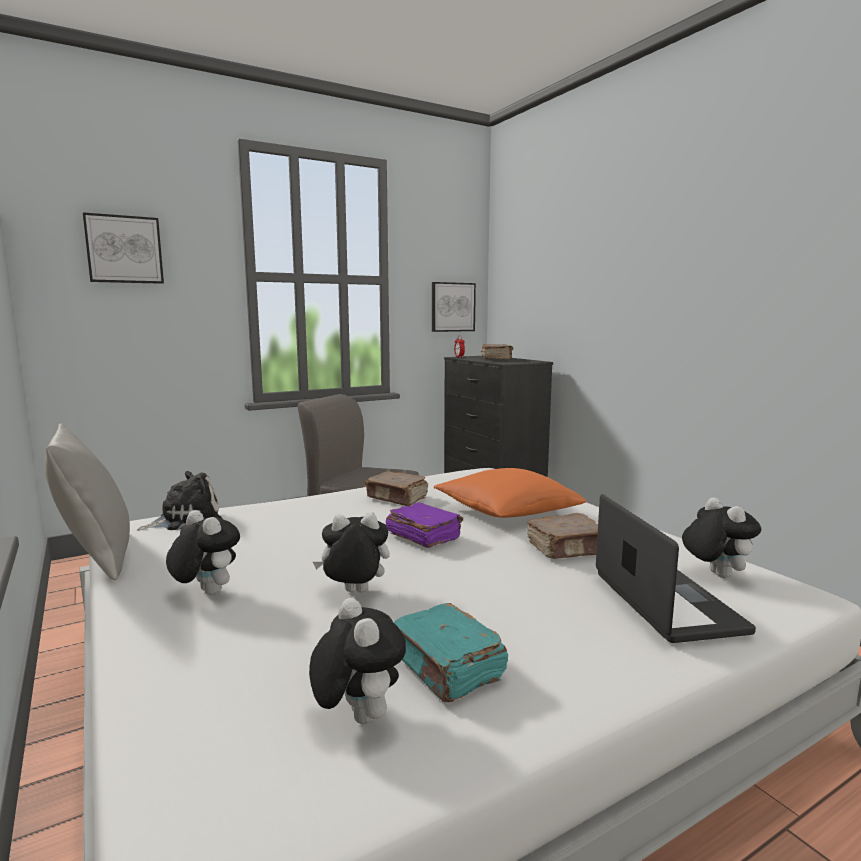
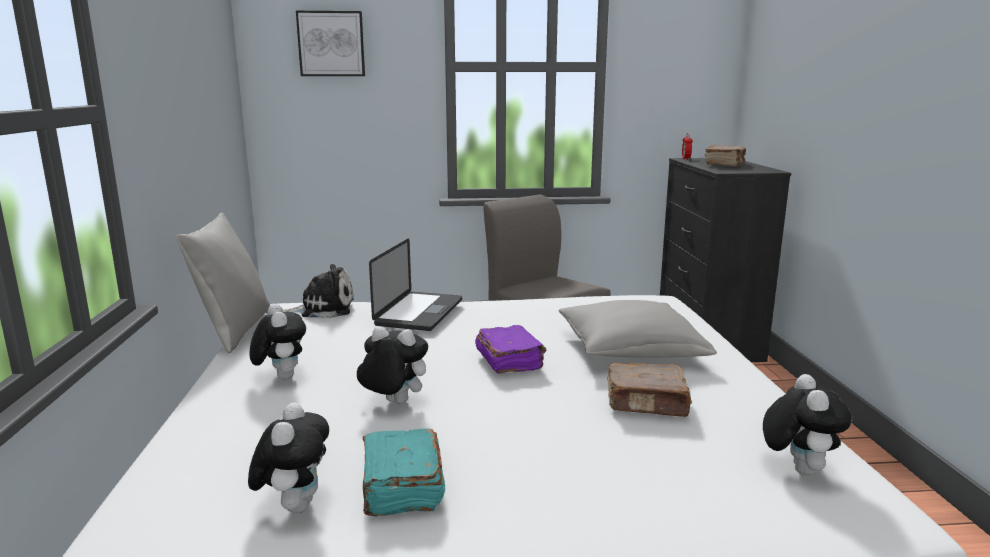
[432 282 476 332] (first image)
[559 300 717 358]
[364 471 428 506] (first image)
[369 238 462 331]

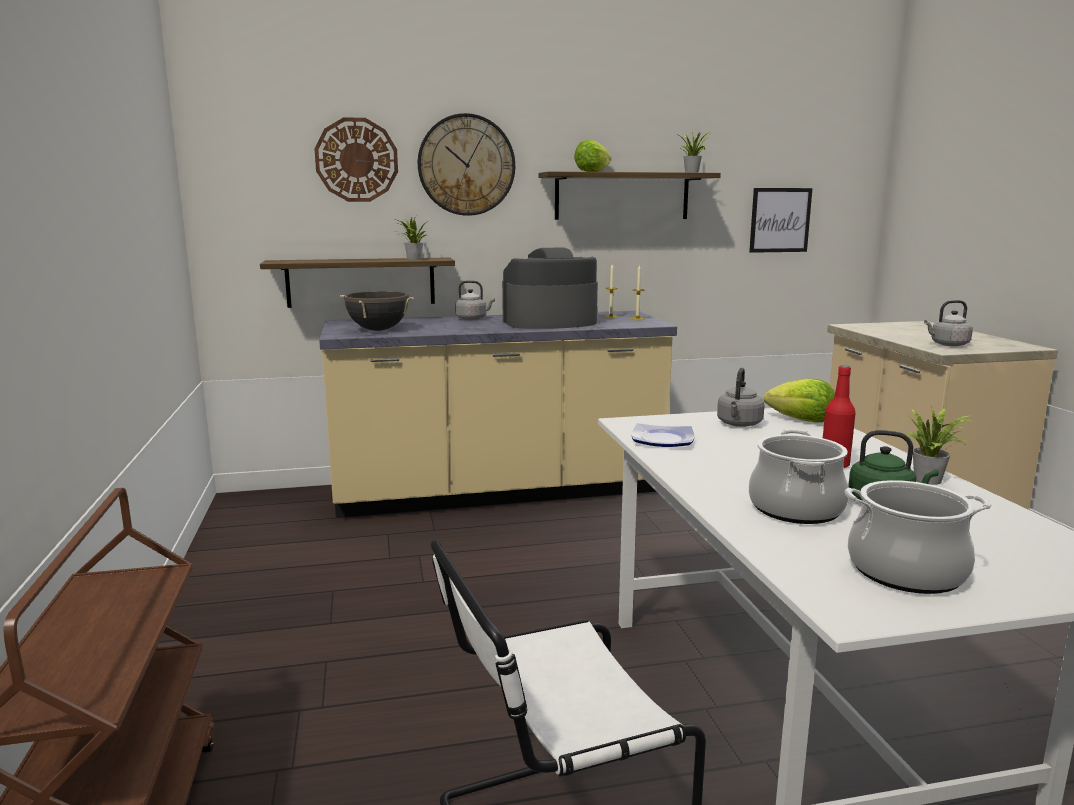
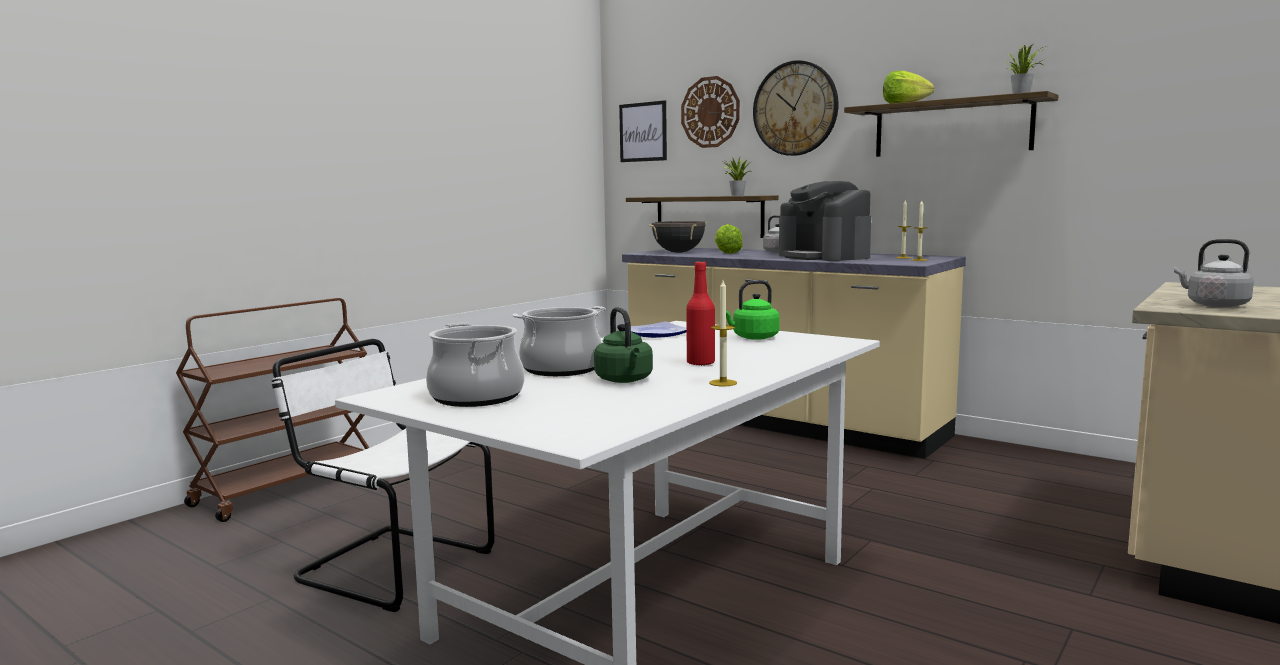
[619 100 667 162]
[779 181 871 261]
[726 280 780 340]
[715 224 743 254]
[709 280 737 386]

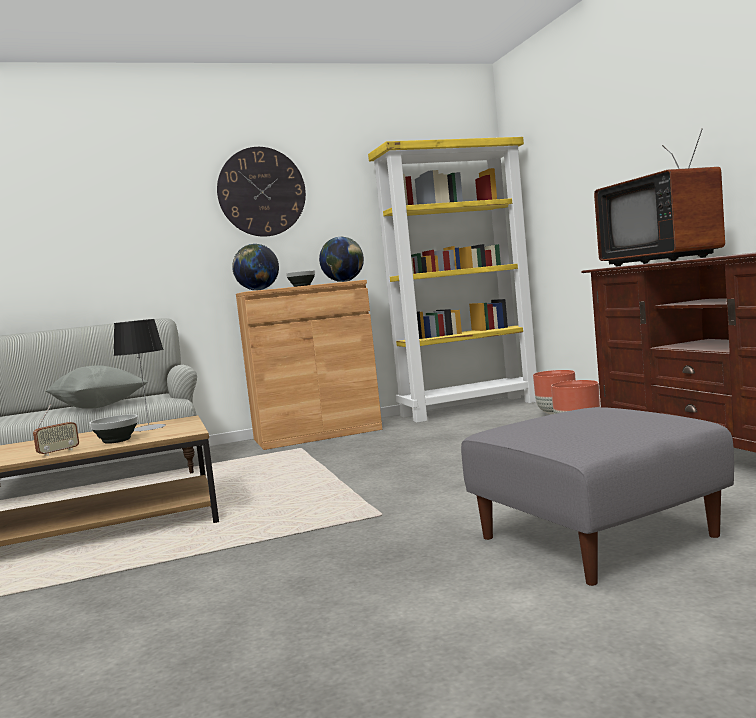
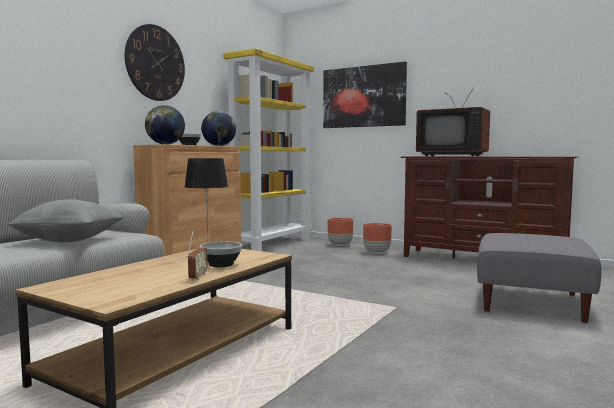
[323 61 407 128]

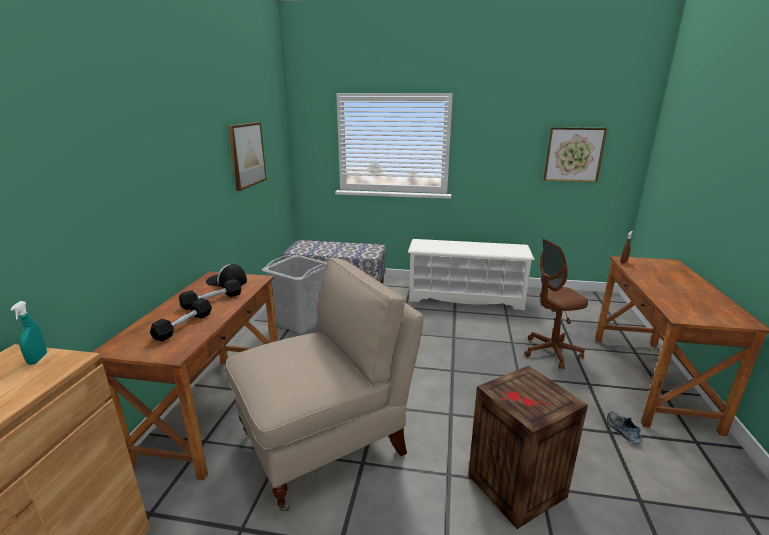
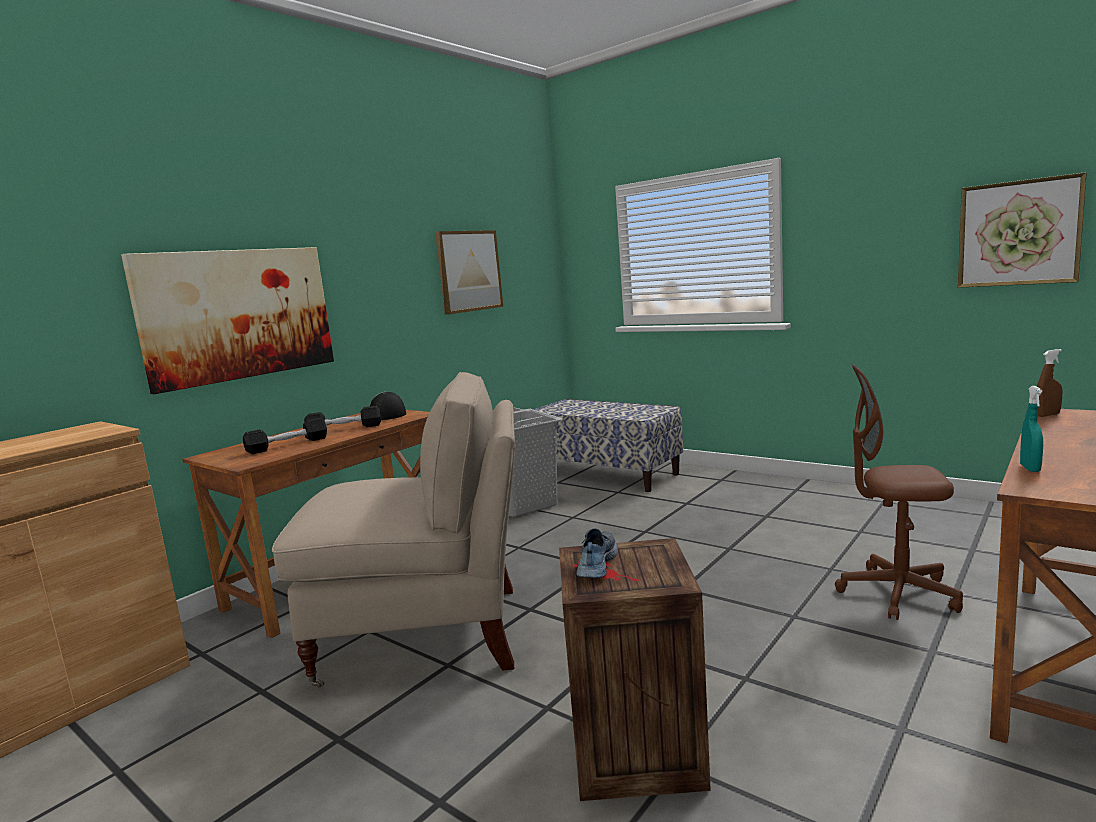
[408 239 535 310] (first image)
[1020 386 1043 472]
[576 528 618 578]
[121 247 334 394]

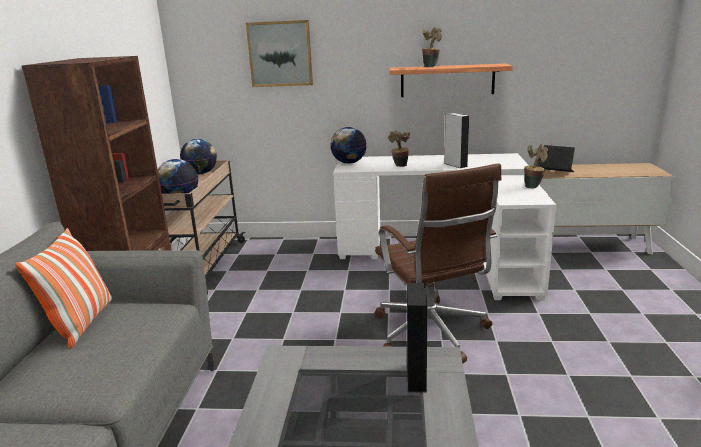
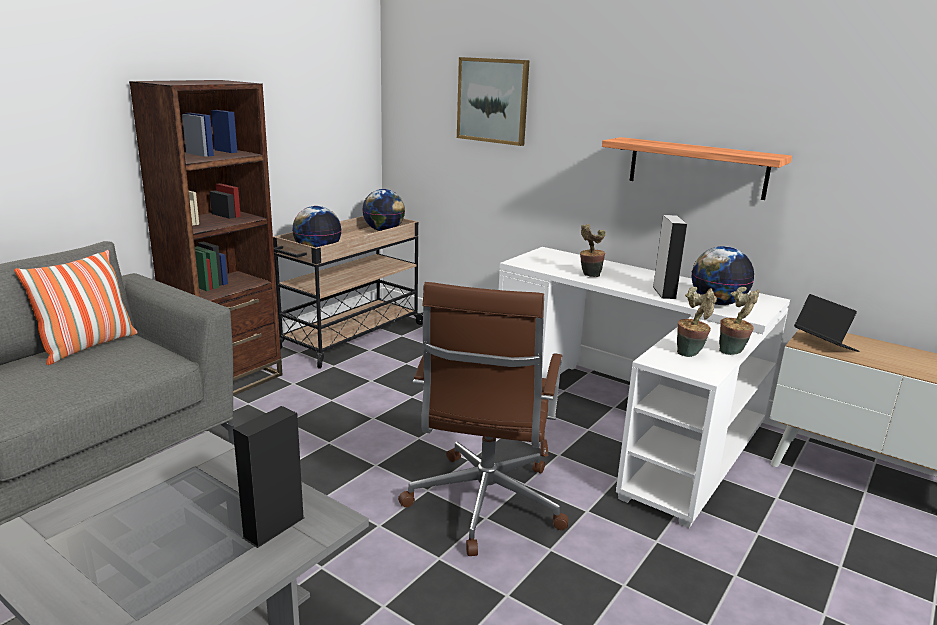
[677 287 717 357]
[692 246 754 305]

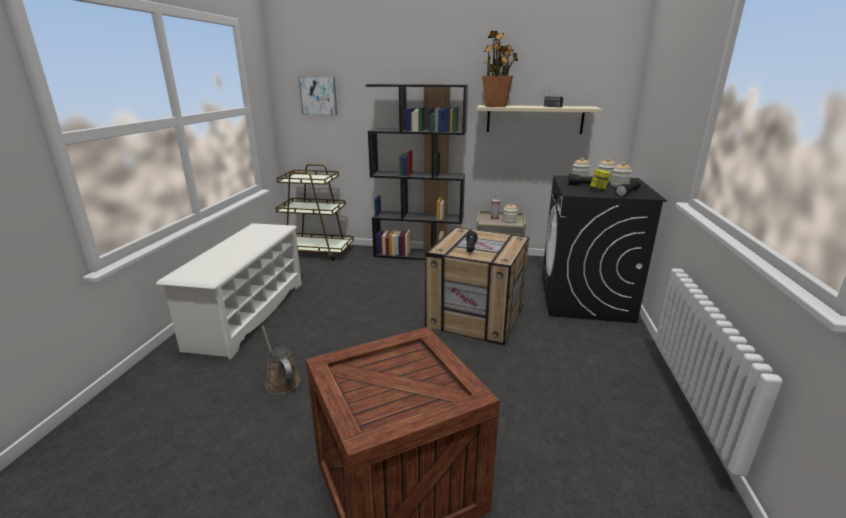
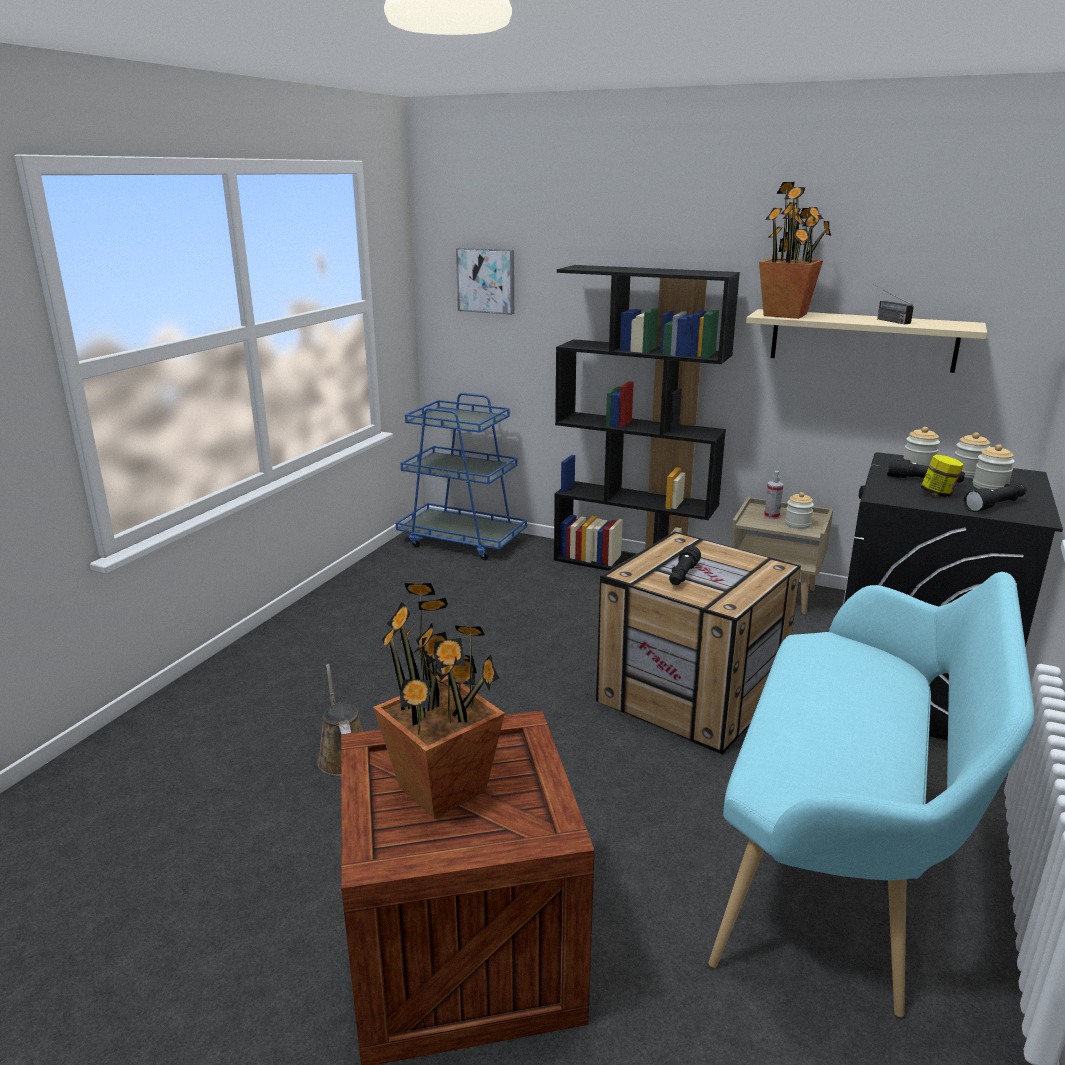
[396 393 527 560]
[156 223 302 359] (first image)
[709 572 1034 1017]
[373 583 505 819]

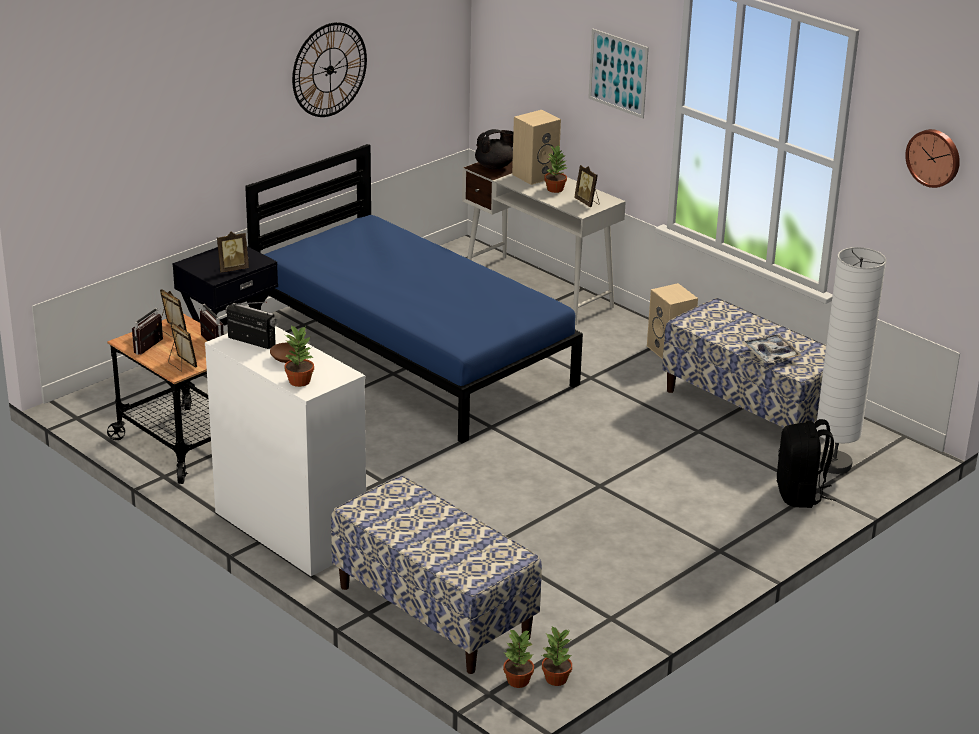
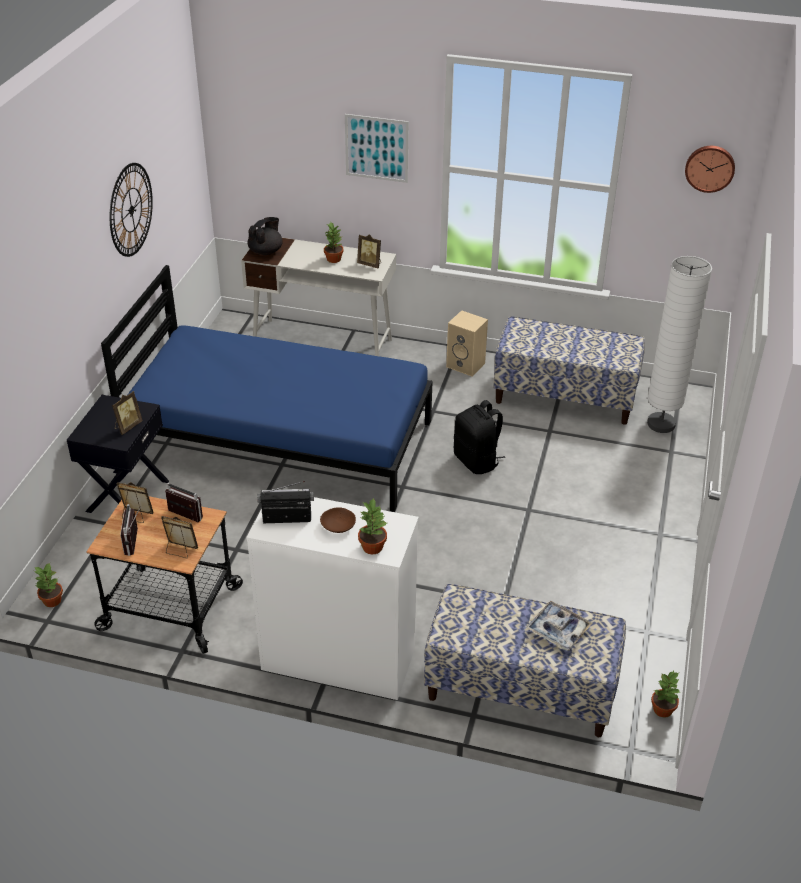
[512 110 561 185] (first image)
[526 601 592 651]
[454 400 505 474]
[34 563 63 607]

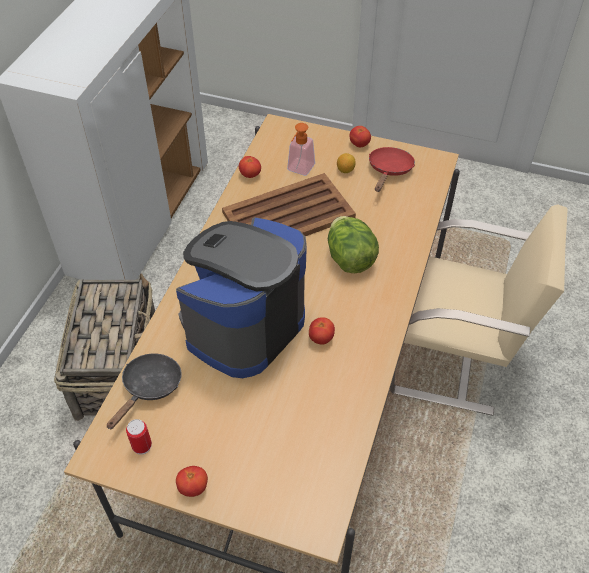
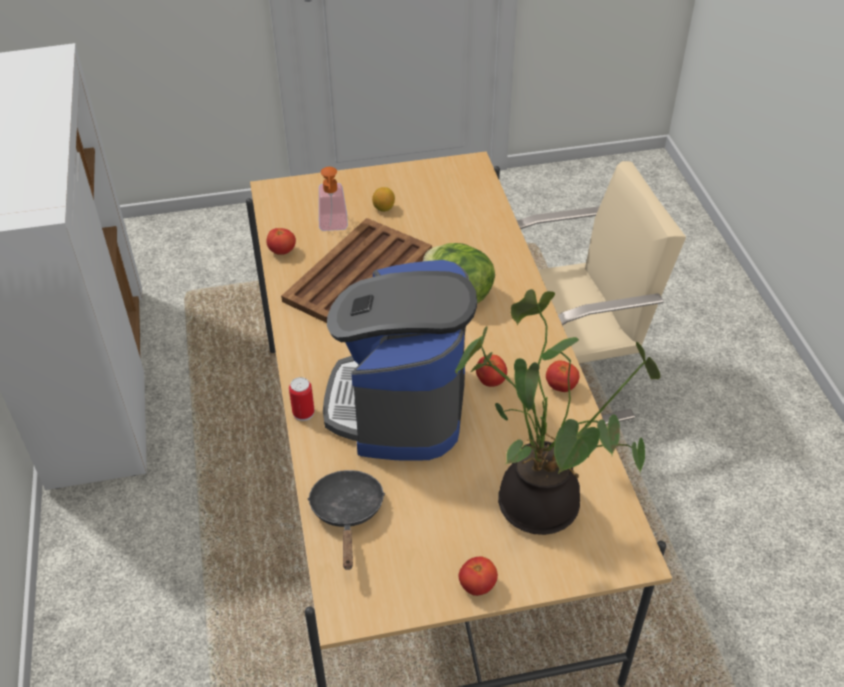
[546 361 579 392]
[369 147 415 192] (first image)
[54 273 155 421] (first image)
[289 377 315 421]
[455 289 660 535]

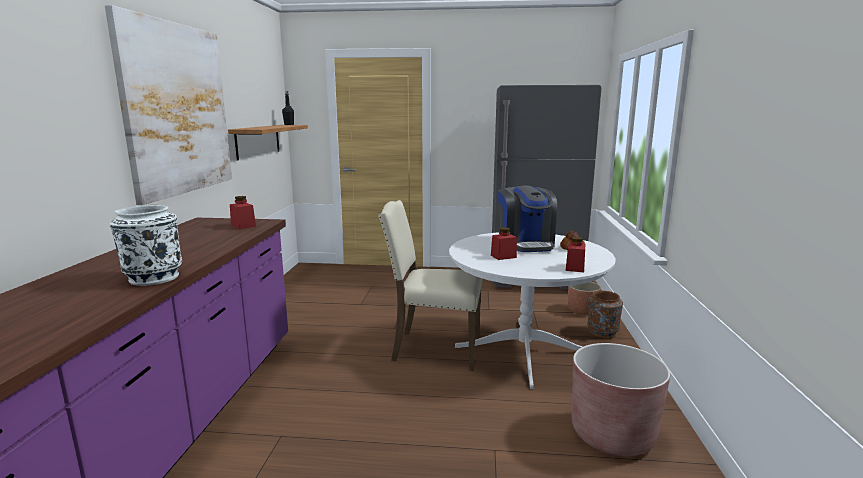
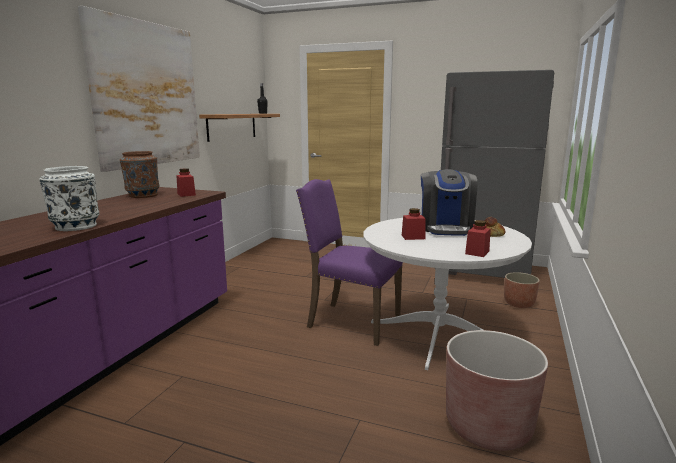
[296 179 403 346]
[120 151 160 198]

